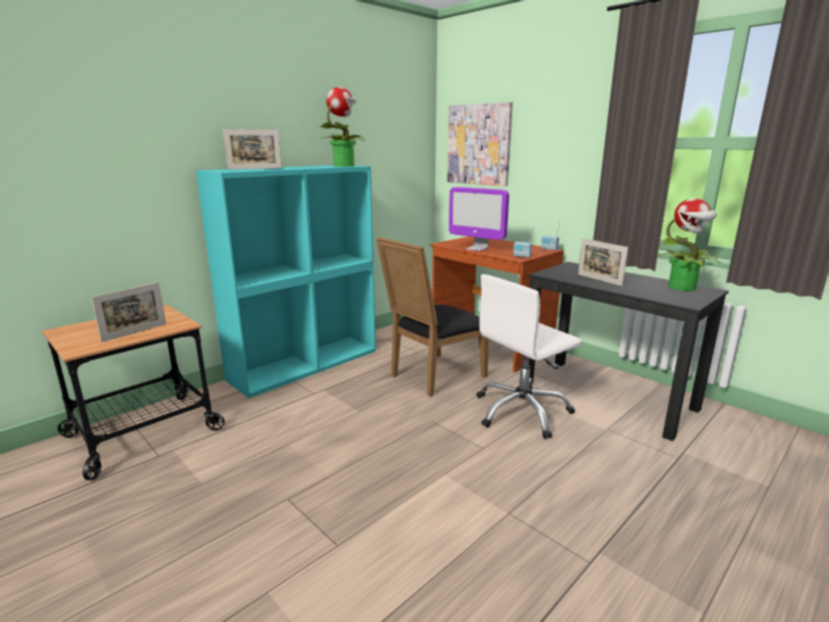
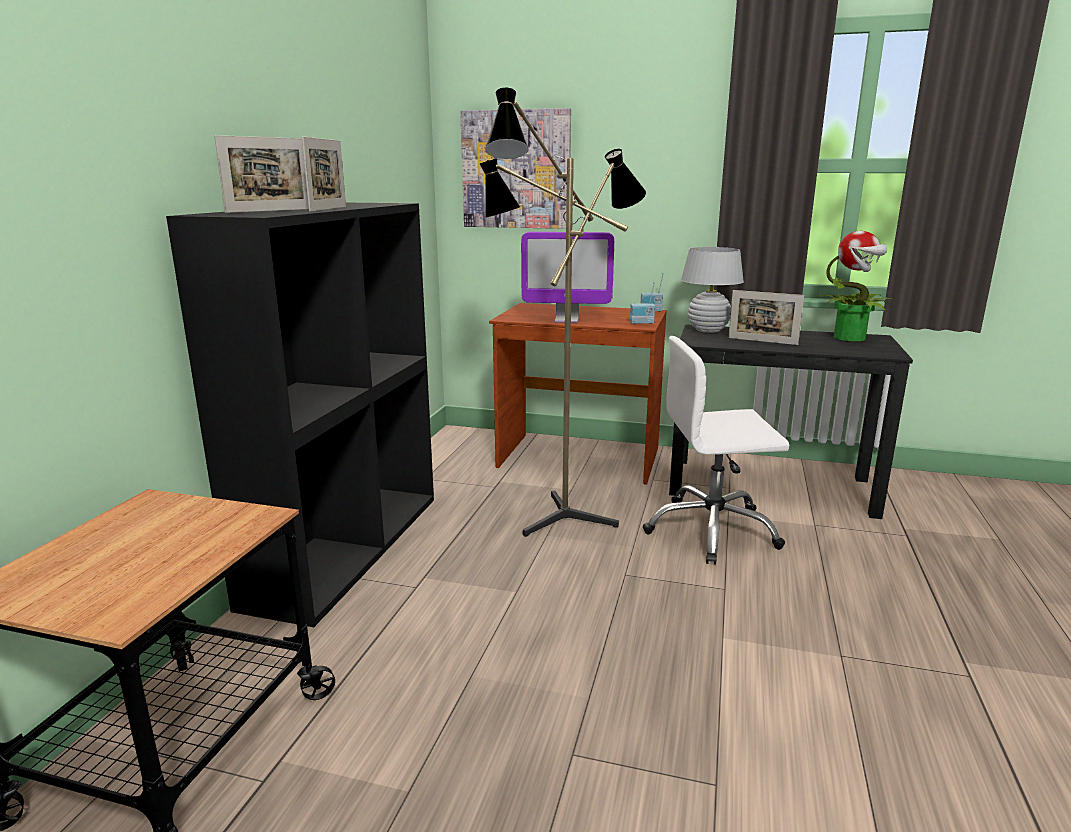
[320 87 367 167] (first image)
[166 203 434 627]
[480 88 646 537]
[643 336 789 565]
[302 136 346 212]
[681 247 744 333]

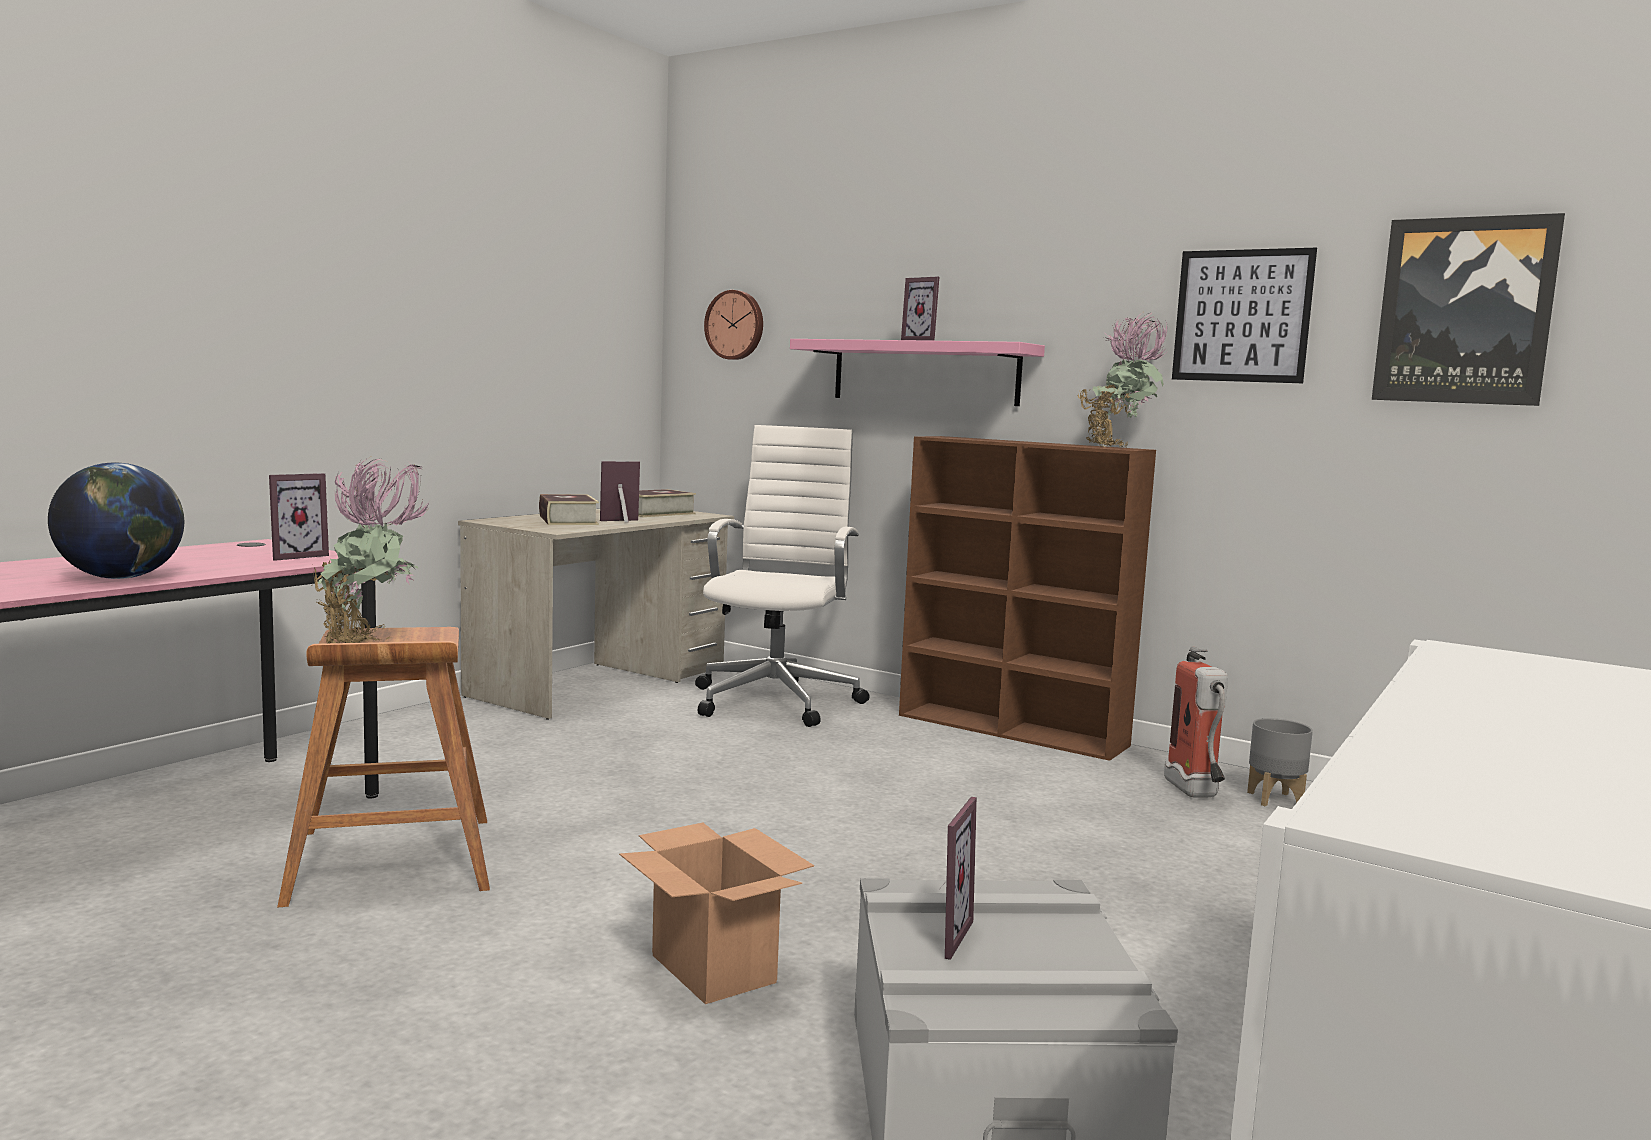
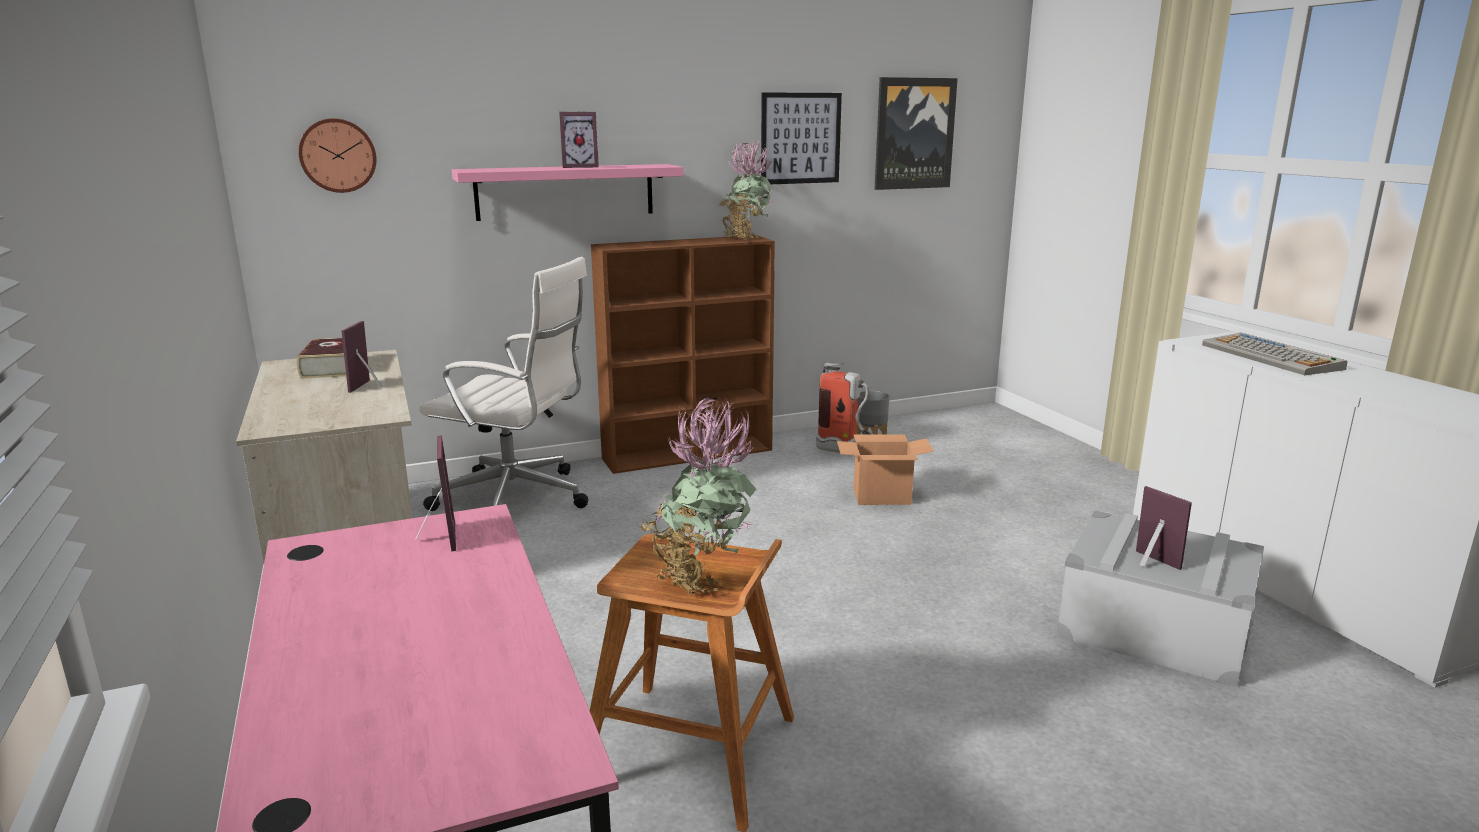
[419 257 588 511]
[48 462 184 579] (first image)
[539 494 599 525] (first image)
[837 435 934 505]
[1202 333 1347 375]

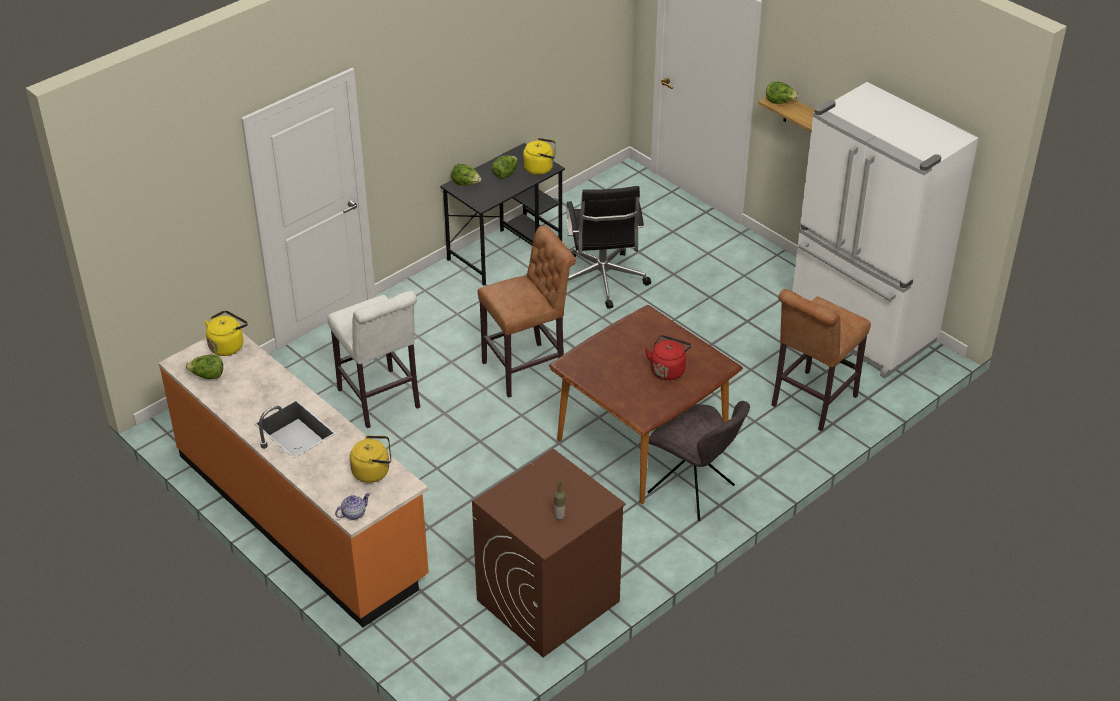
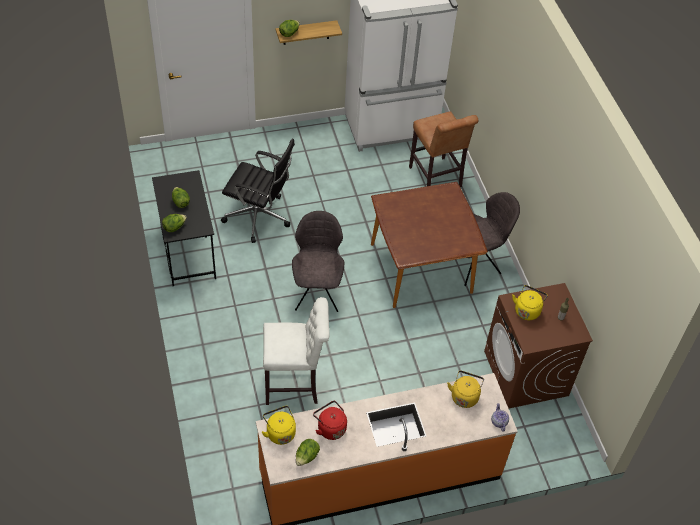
[512 285 548 320]
[292 211 344 312]
[313 401 347 440]

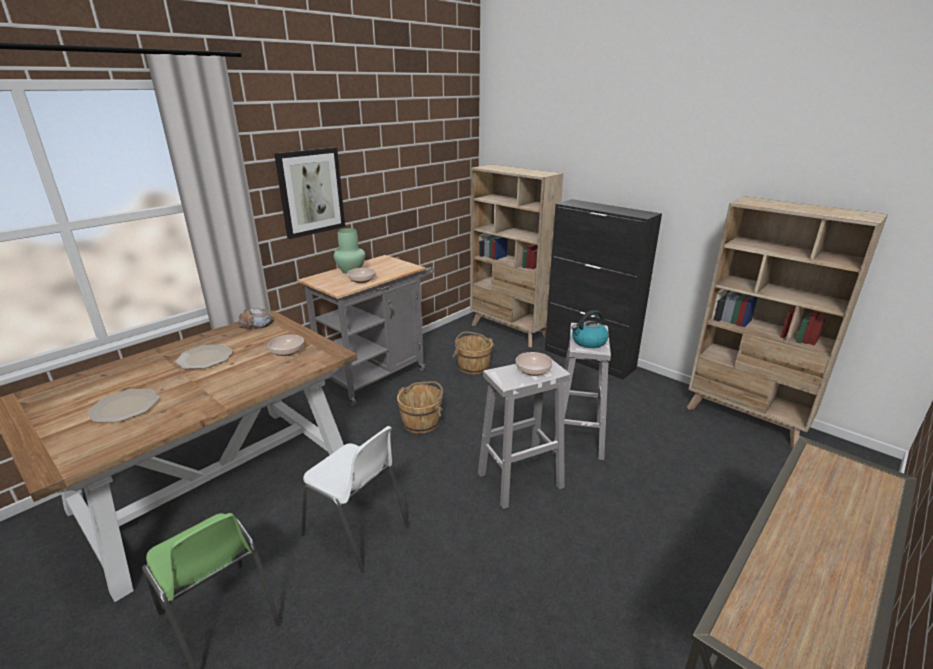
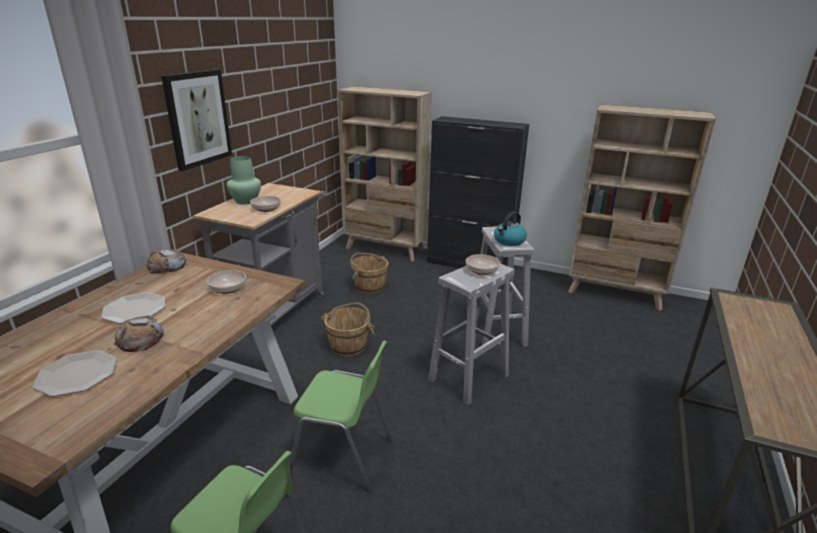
[290 341 392 493]
[114 315 164 352]

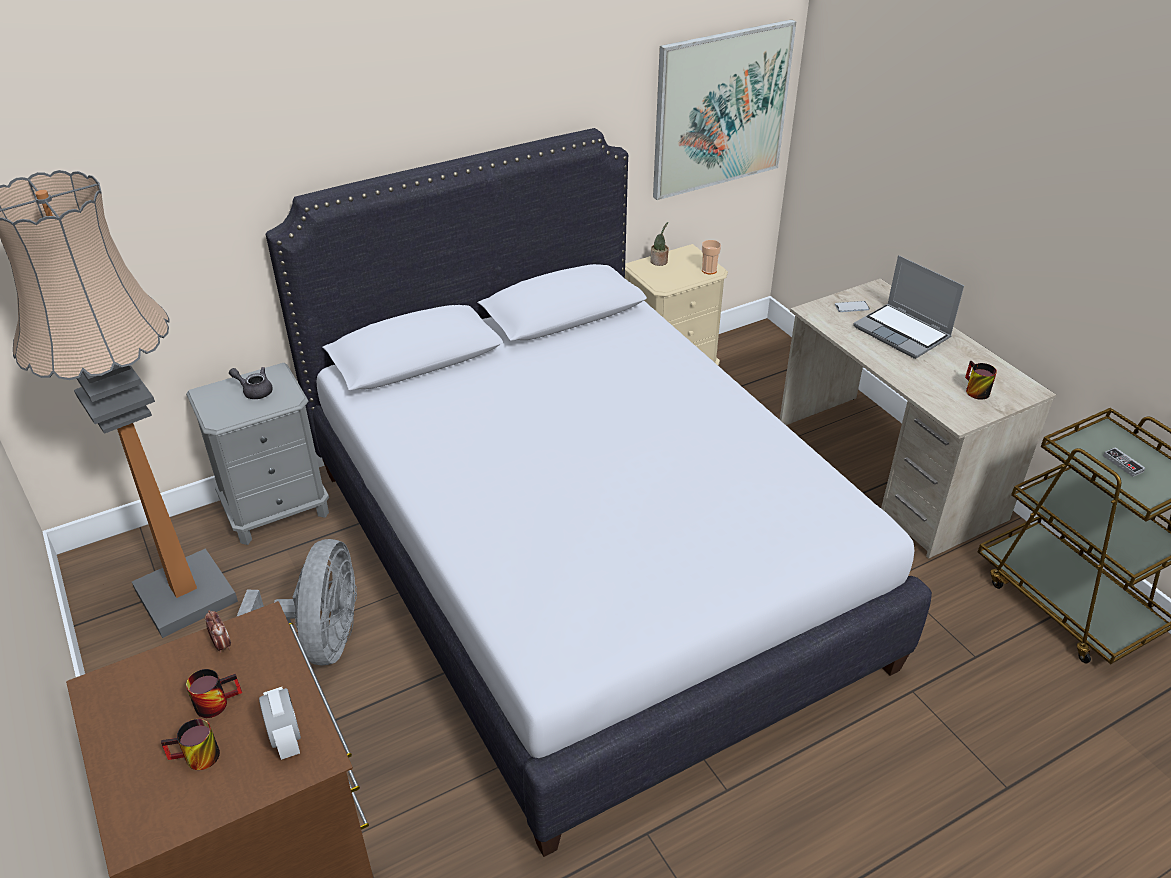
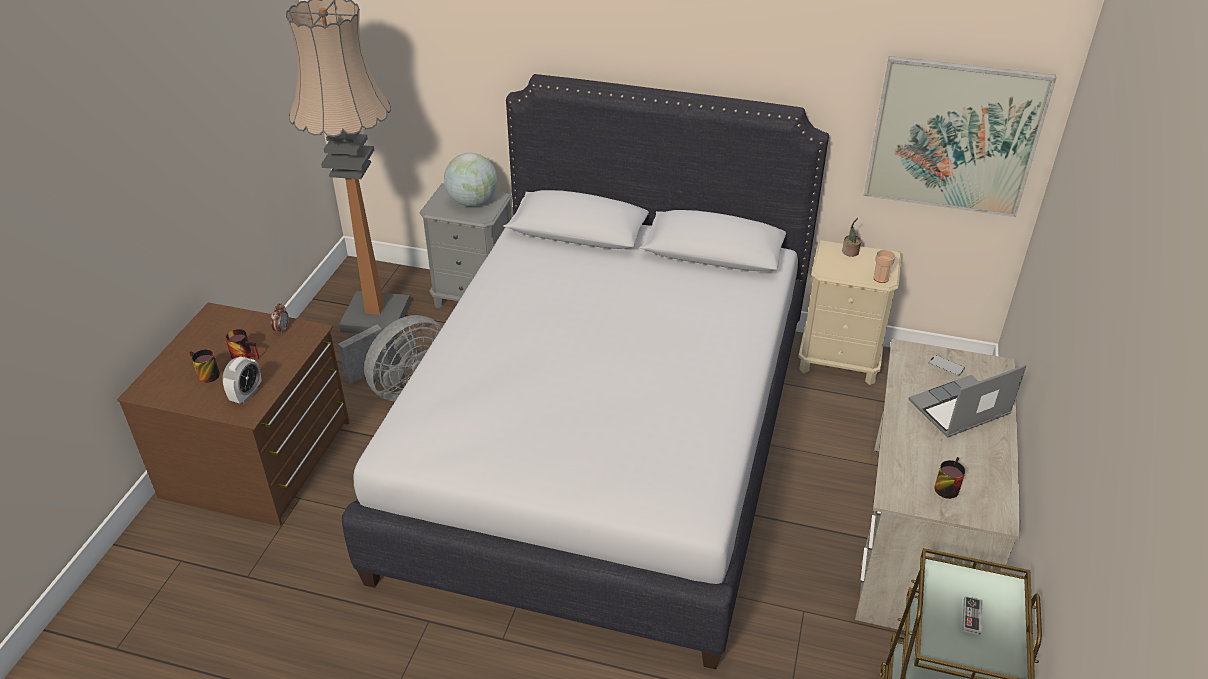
[909 365 1026 438]
[444 153 497 206]

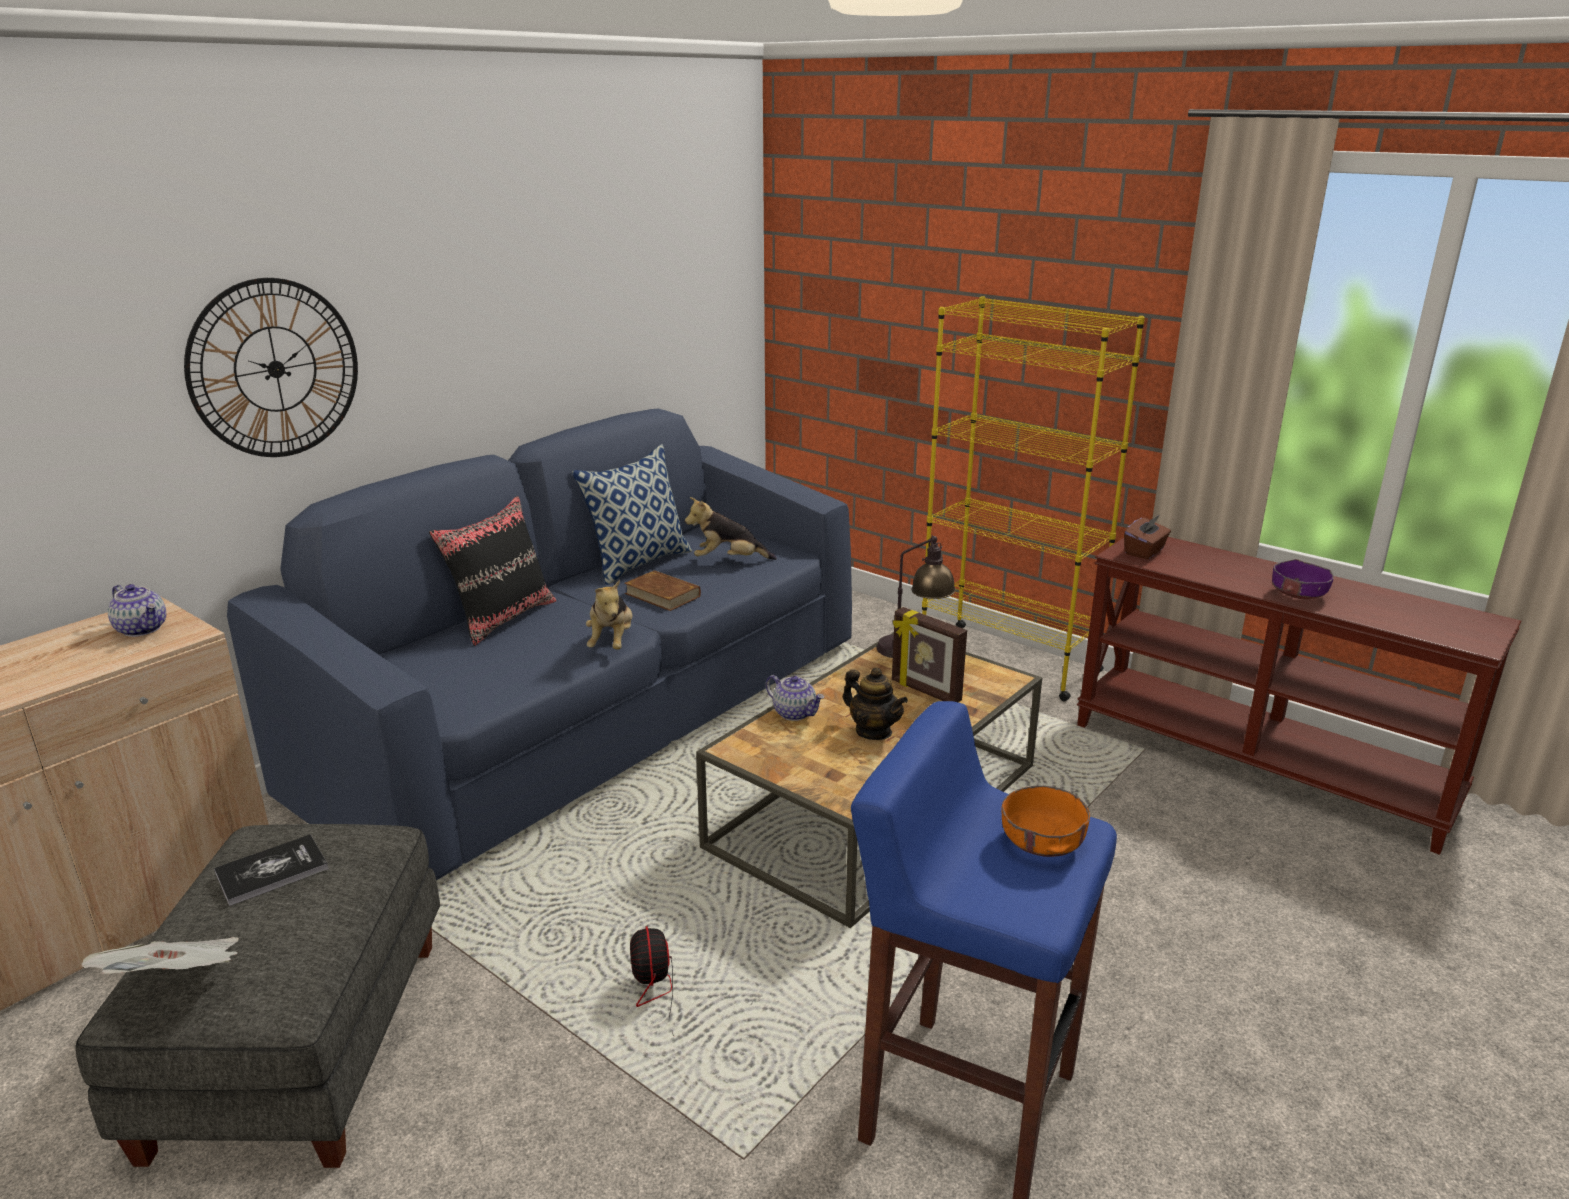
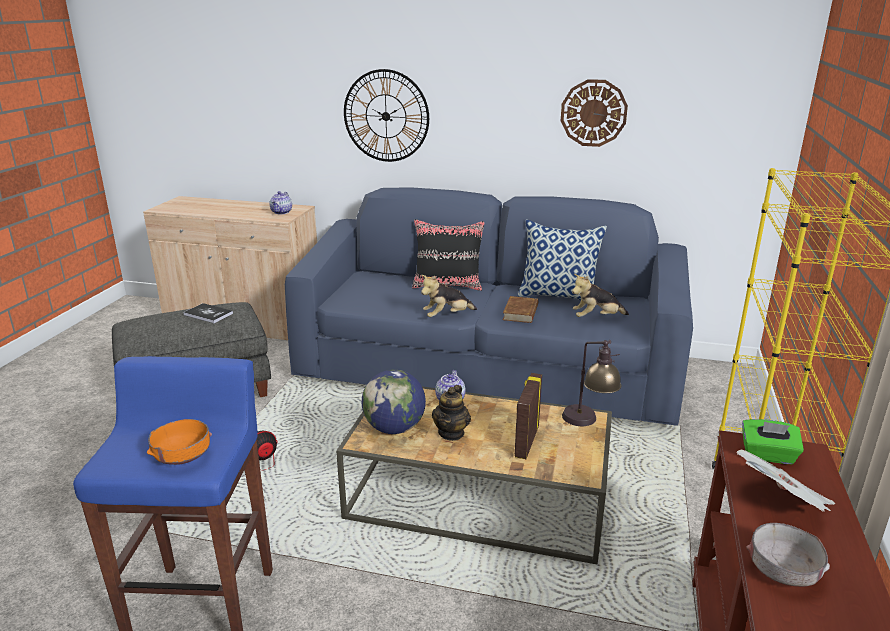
[572 274 629 317]
[742 419 804 464]
[746 523 830 587]
[737 450 835 511]
[561 79 628 147]
[362 370 426 434]

